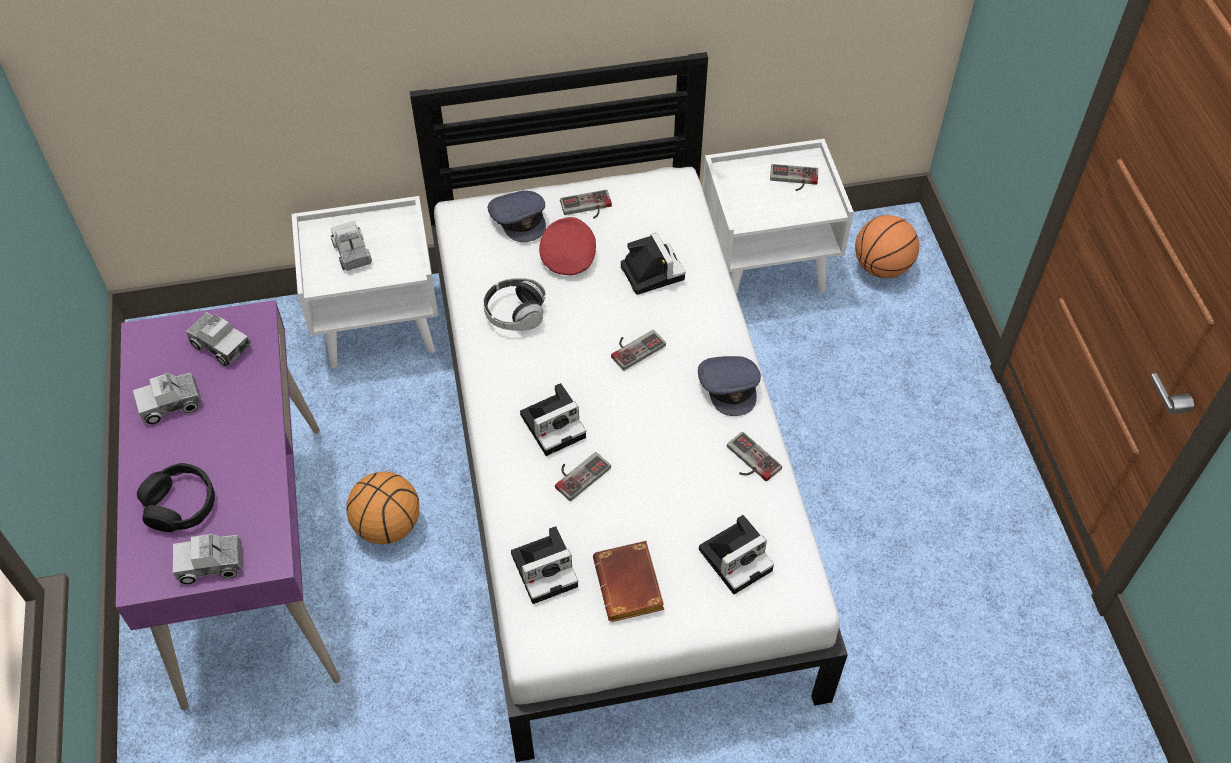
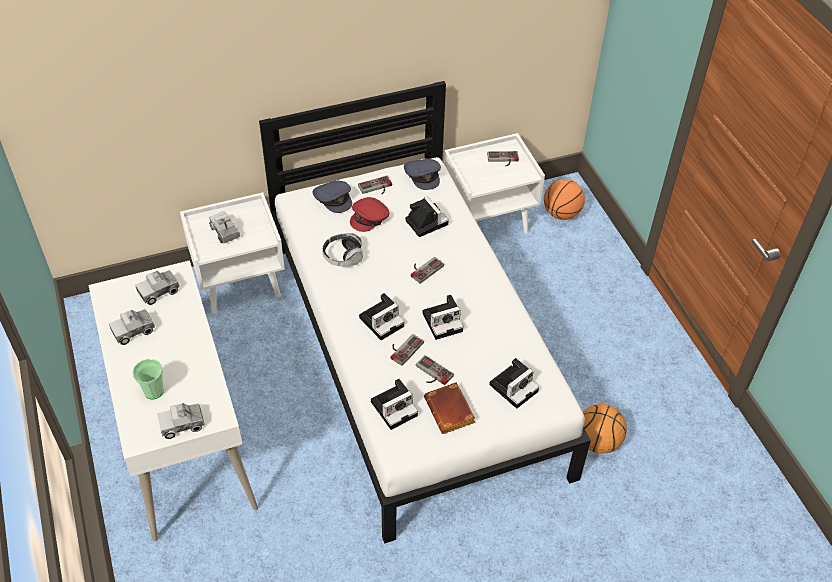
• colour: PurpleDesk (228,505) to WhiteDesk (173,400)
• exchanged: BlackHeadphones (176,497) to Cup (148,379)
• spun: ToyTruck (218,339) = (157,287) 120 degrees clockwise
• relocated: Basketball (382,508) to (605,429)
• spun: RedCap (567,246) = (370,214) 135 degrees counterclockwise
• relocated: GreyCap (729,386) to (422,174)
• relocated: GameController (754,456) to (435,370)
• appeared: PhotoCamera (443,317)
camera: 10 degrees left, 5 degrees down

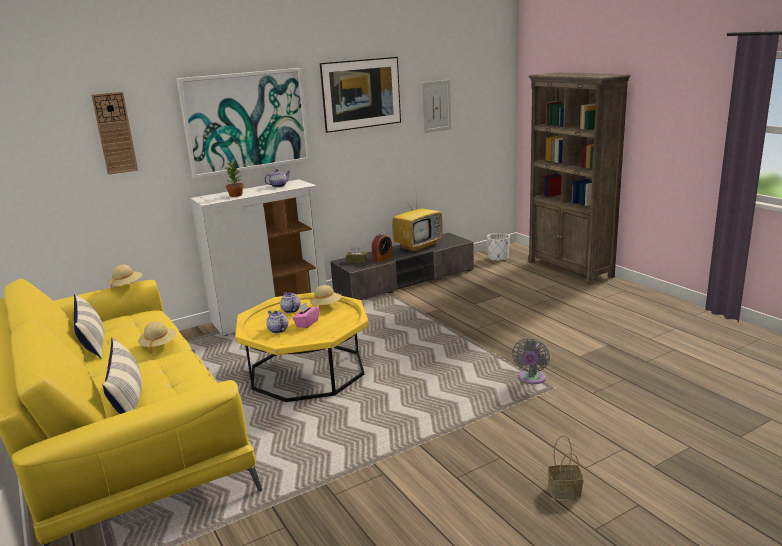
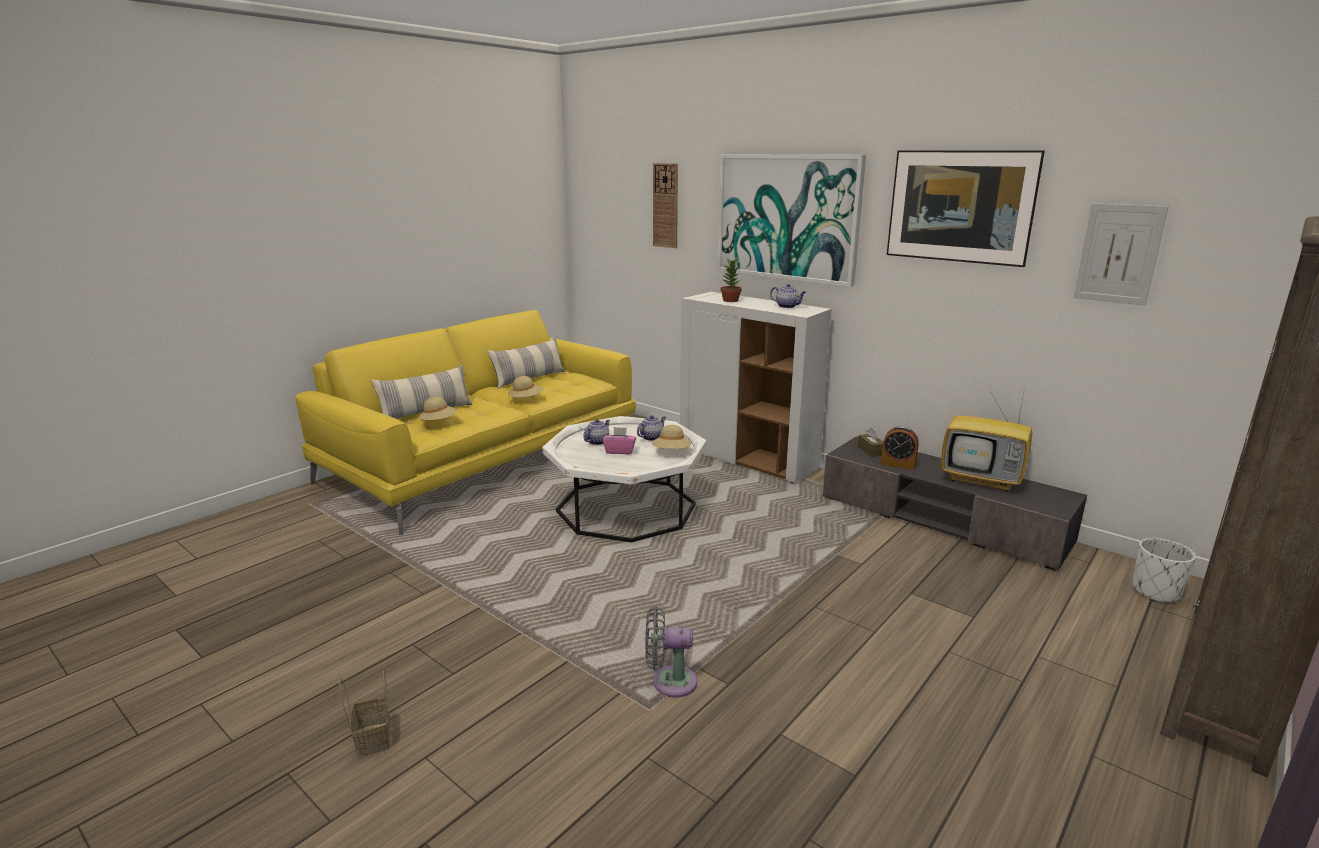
• relocated: BeigeHat (125,278) to (438,409)
• colour: YellowCoffeeTable (302,347) to WhiteCoffeeTable (624,479)
camera: 70 degrees right, 0 degrees up

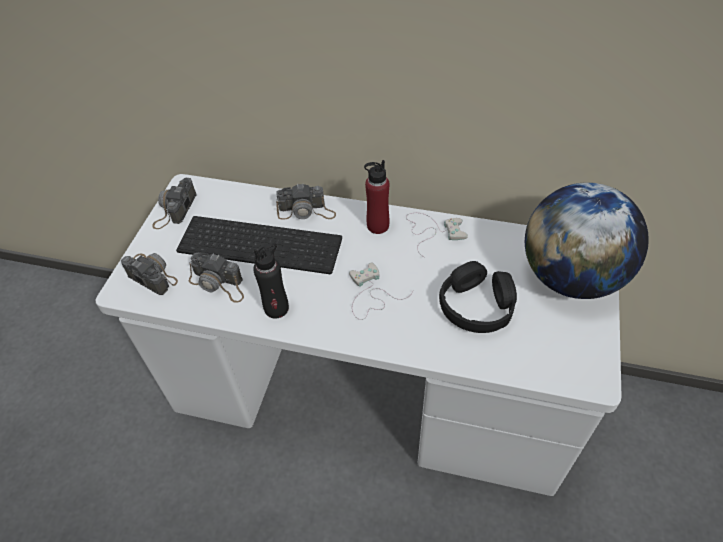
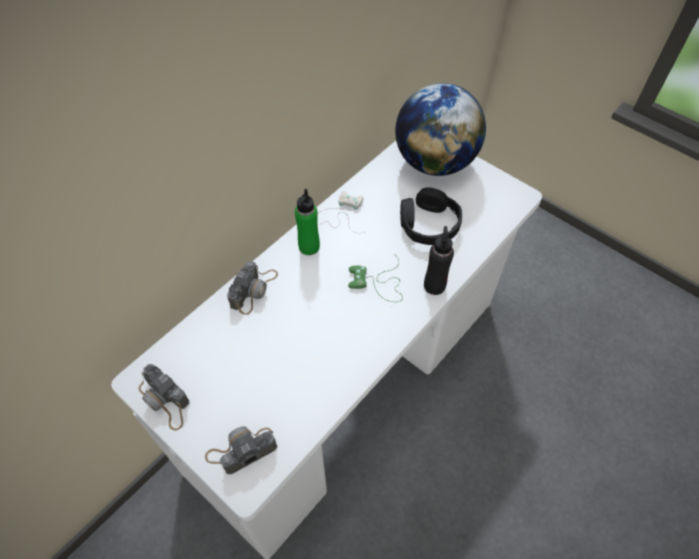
• missing: Keyboard (259,245)
• missing: PhotoCamera (216,277)
• relocated: BlackBottle (271,280) to (439,260)
• colour: WhiteGameController (381,291) to GreenGameController (375,278)
• colour: RedBottle (376,197) to GreenBottle (307,222)
camera: 65 degrees left, 5 degrees up

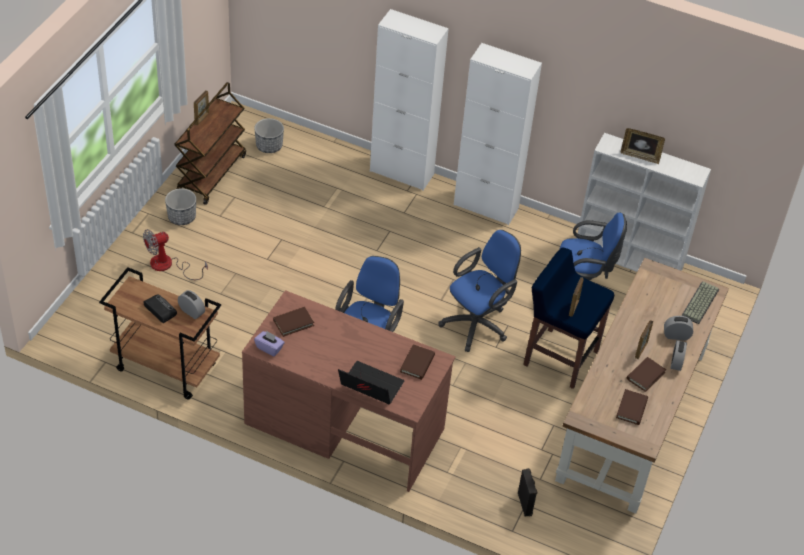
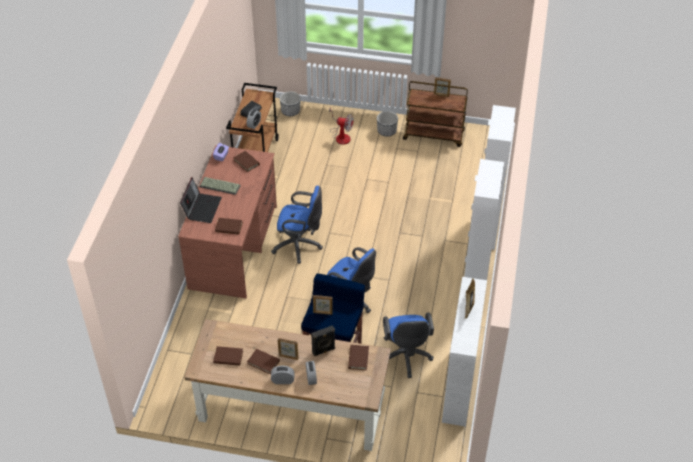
• spun: Fan (175,254) = (341,126) 150 degrees clockwise
• relocated: Planter (269,135) to (290,104)
• relocated: BlackSpeaker (527,492) to (323,340)
• relocated: Keyboard (700,302) to (220,186)
• appeared: BrownBook (358,357)
camera: 80 degrees right, 0 degrees up

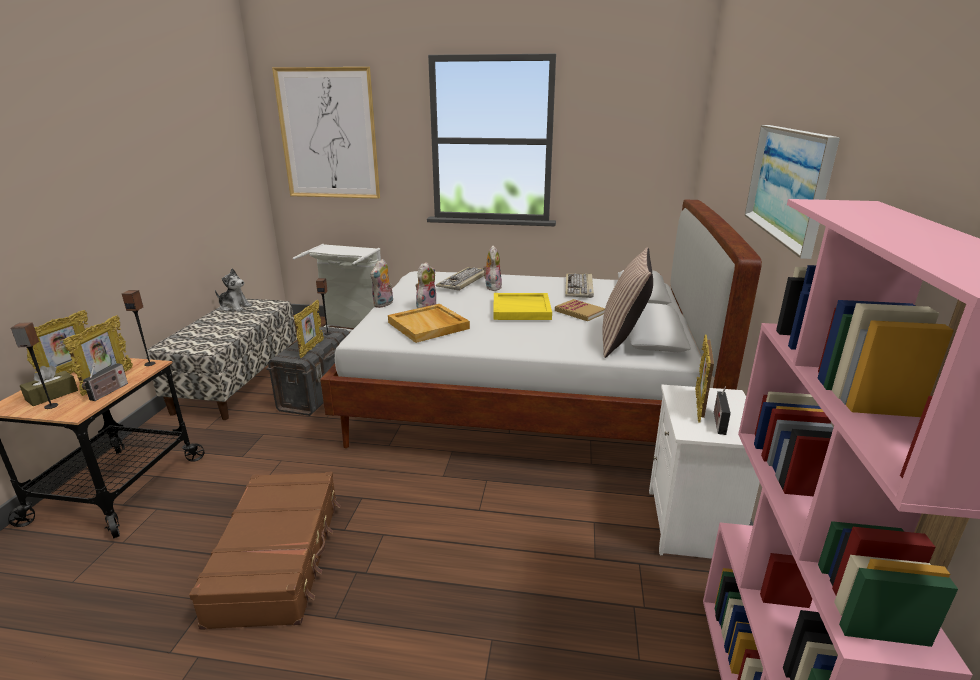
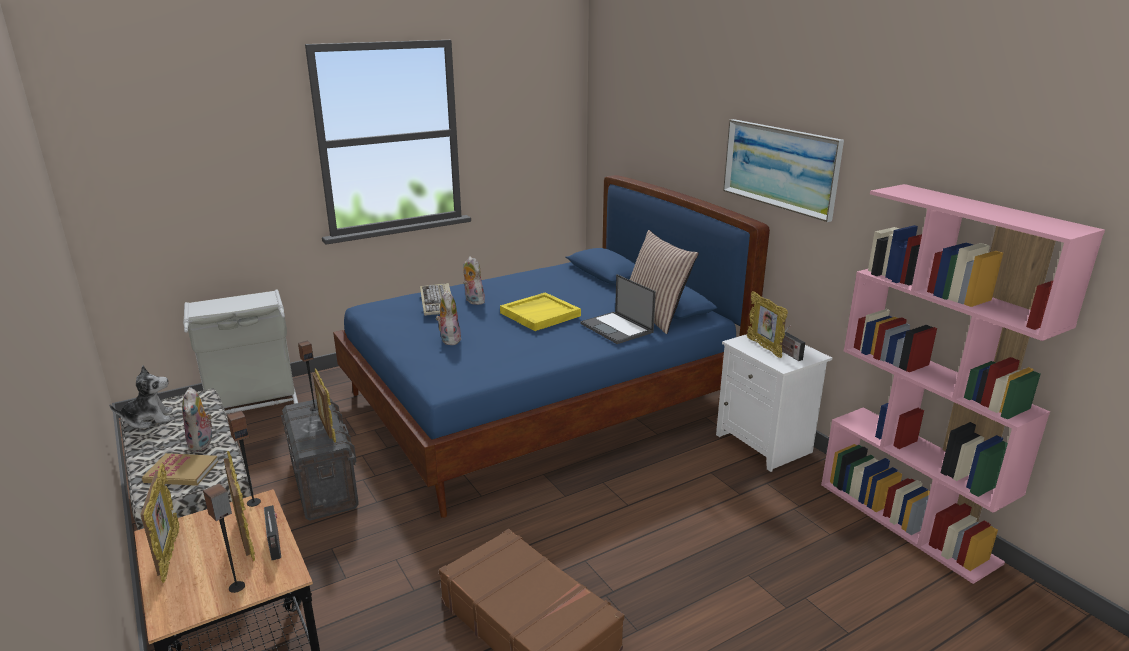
• missing: BrownTissueBox (49,386)
• missing: Picture (326,133)
• colour: WhiteBed (541,324) to BlueBed (551,346)
• relocated: PlushToy (381,283) to (197,419)
• missing: BeigeTray (429,323)
• relocated: Book (580,310) to (180,469)
• missing: Keyboard (579,285)
• appeared: Laptop (618,309)
camera: 40 degrees left, 0 degrees up

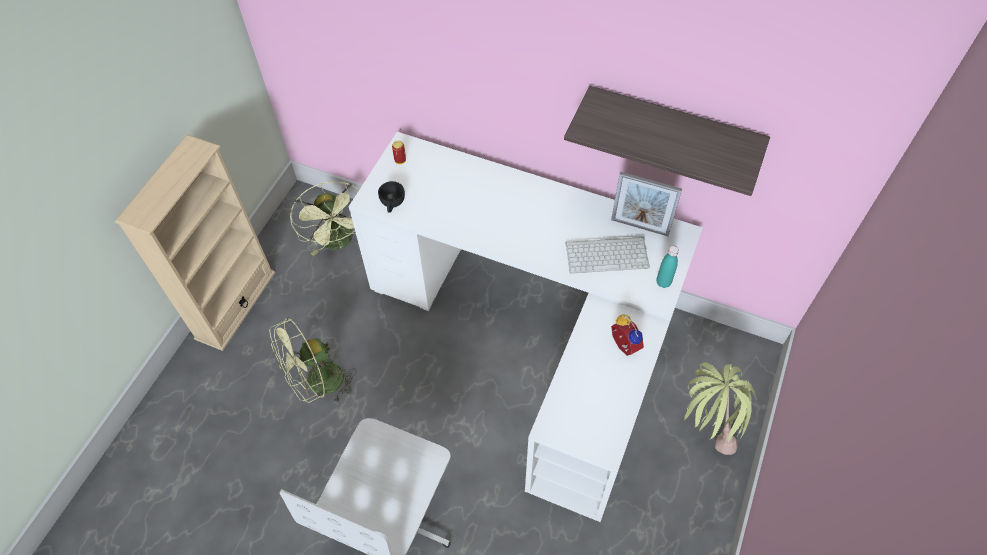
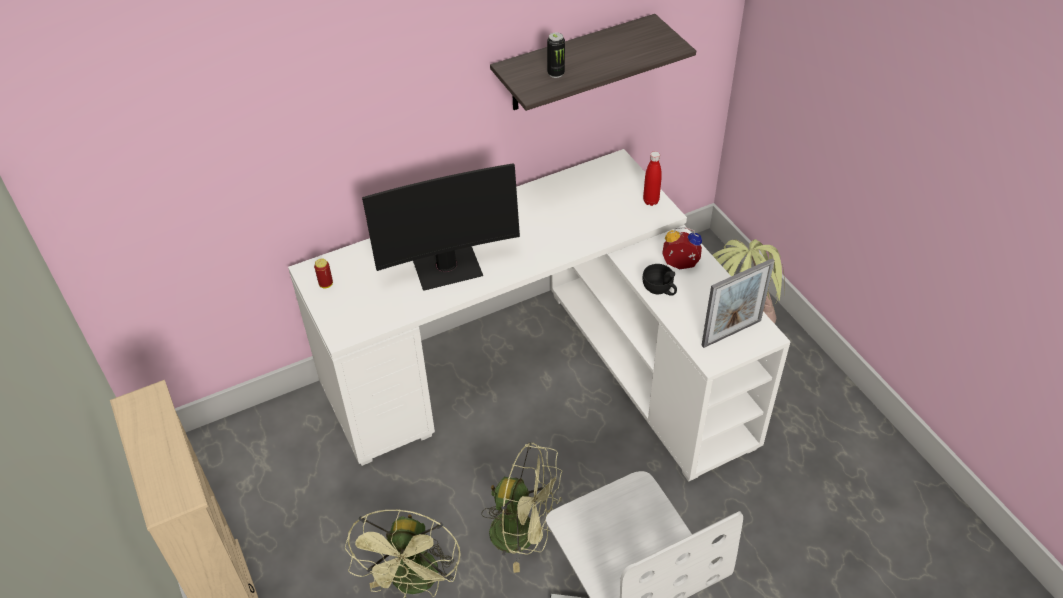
• relocated: GreenFan (324,218) to (522,507)
• relocated: BlackCup (391,197) to (659,280)
• missing: Keyboard (608,255)
• relocated: PictureFrame (646,204) to (737,303)
• colour: TurquoiseBottle (668,267) to RedBottle (652,178)
• appeared: Monitor (441,227)
• appeared: Can (556,55)
camera: 50 degrees left, 10 degrees down

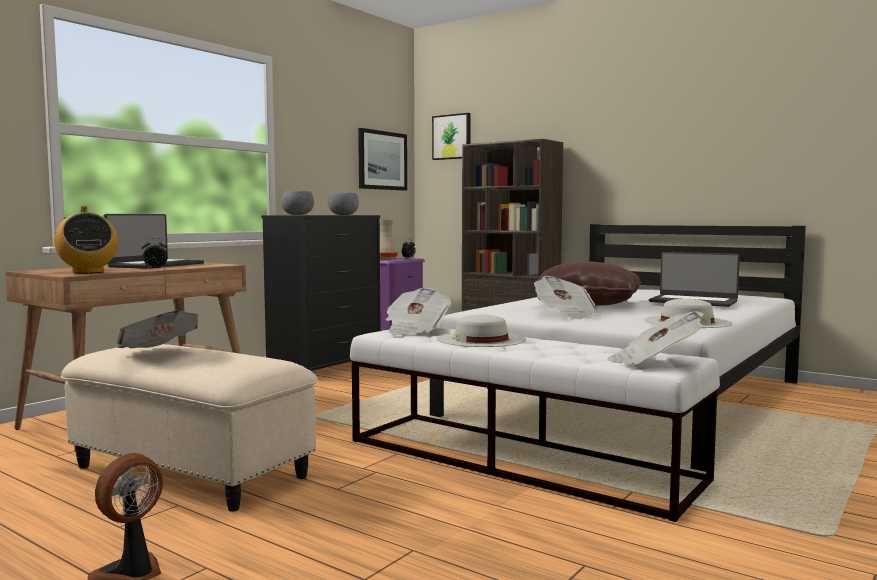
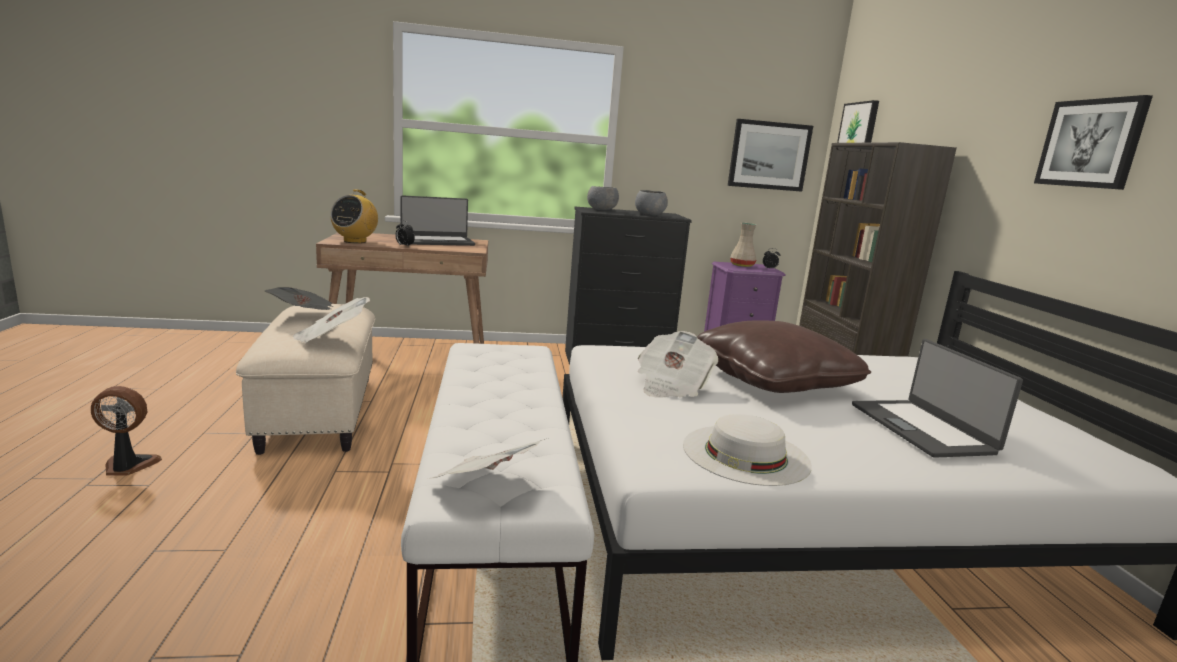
• relocated: Newspaper (418,311) to (331,320)
• missing: WhiteHat (481,330)
• appeared: Picture (1093,142)
camera: 45 degrees right, 10 degrees up

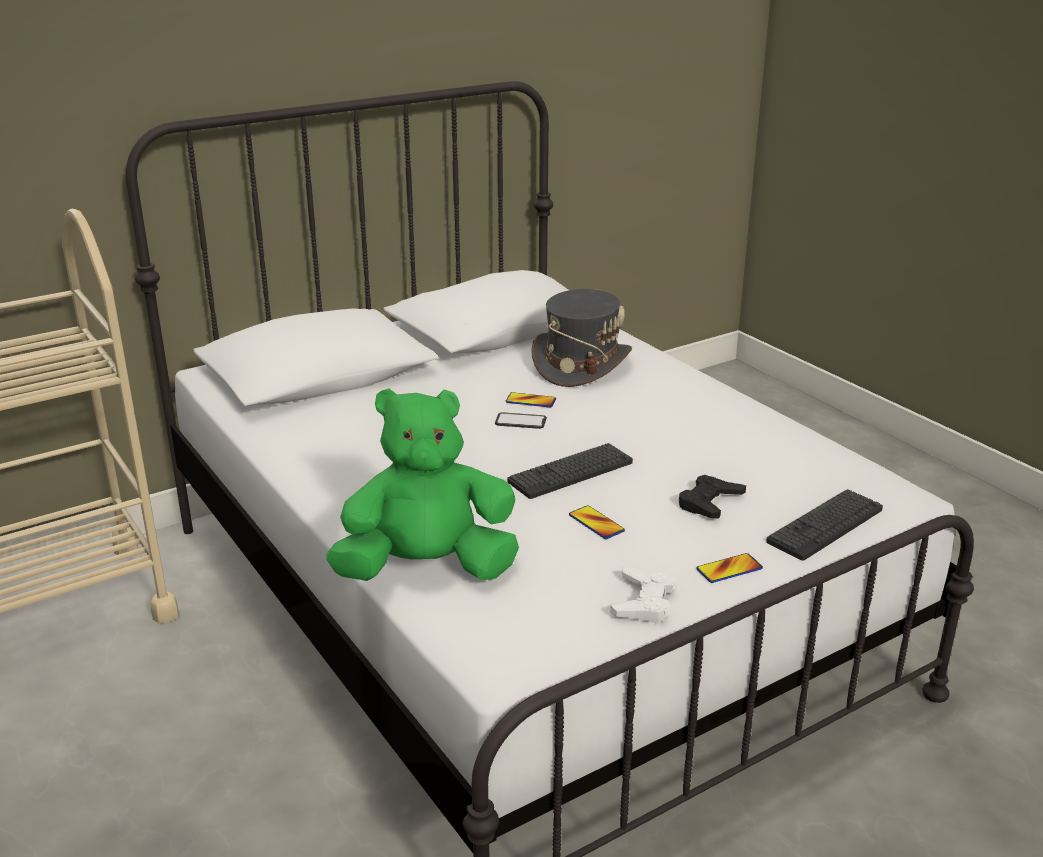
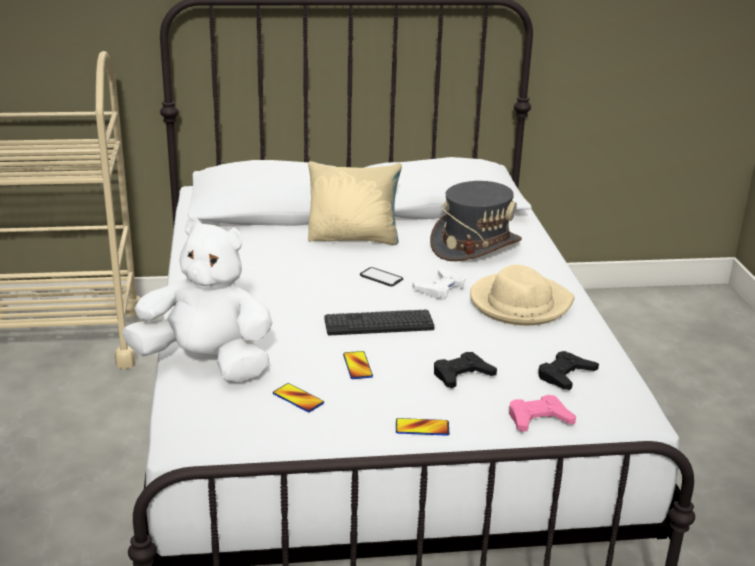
• colour: GreenPlushToy (422,484) to WhitePlushToy (197,300)
• relocated: Phone (531,400) to (298,397)
• relocated: WhiteGameController (643,594) to (439,283)
• exchanged: Keyboard (824,525) to PinkGameController (542,413)
• appeared: BeigePillow (355,203)
• appeared: BeigeHat (522,295)
• appeared: BlackGameController (568,370)
camera: 25 degrees right, 0 degrees up

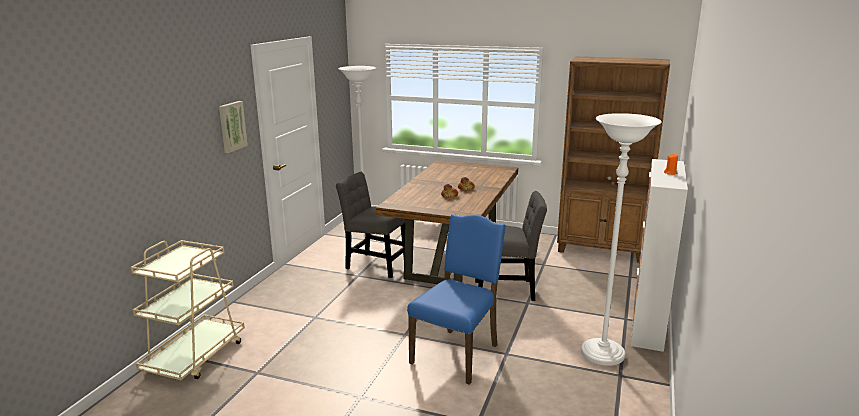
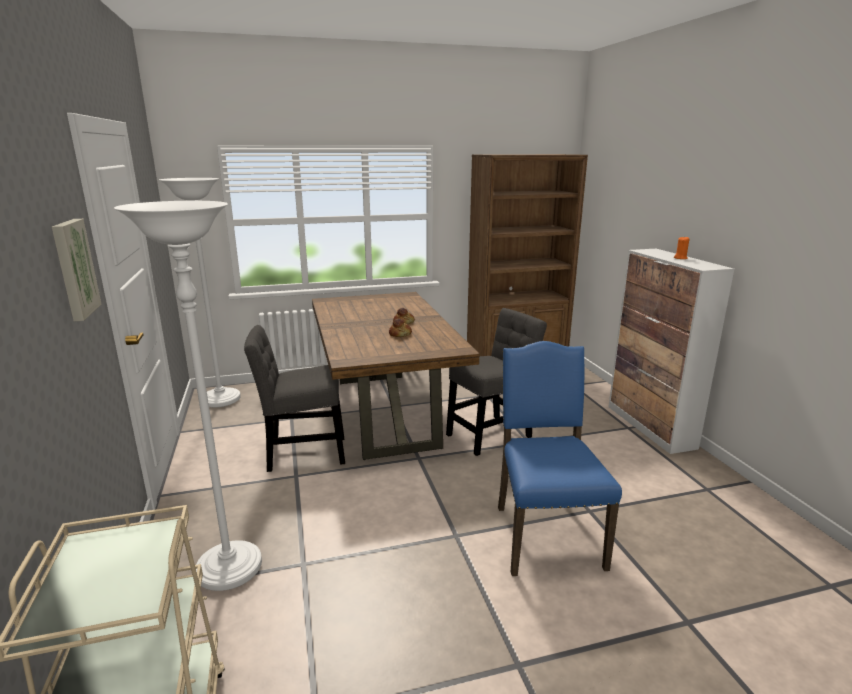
• relocated: WhiteFloorLamp (621,239) to (188,396)
camera: 35 degrees left, 0 degrees up

